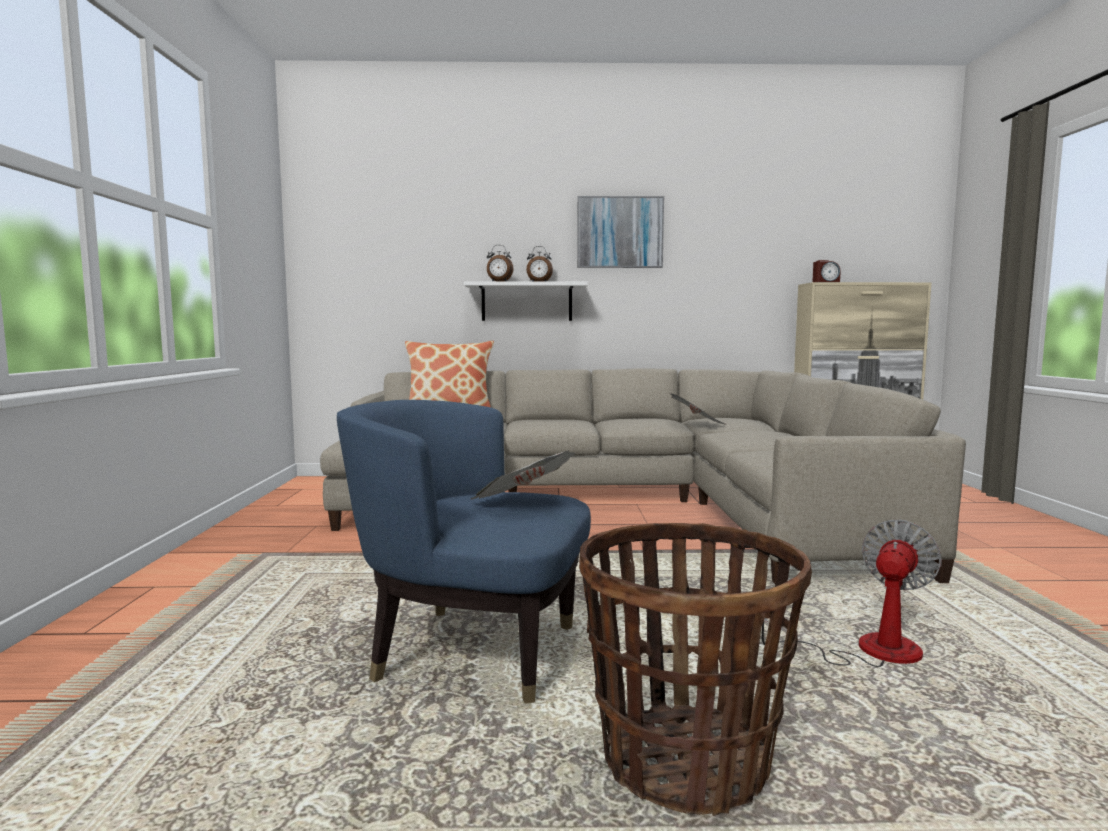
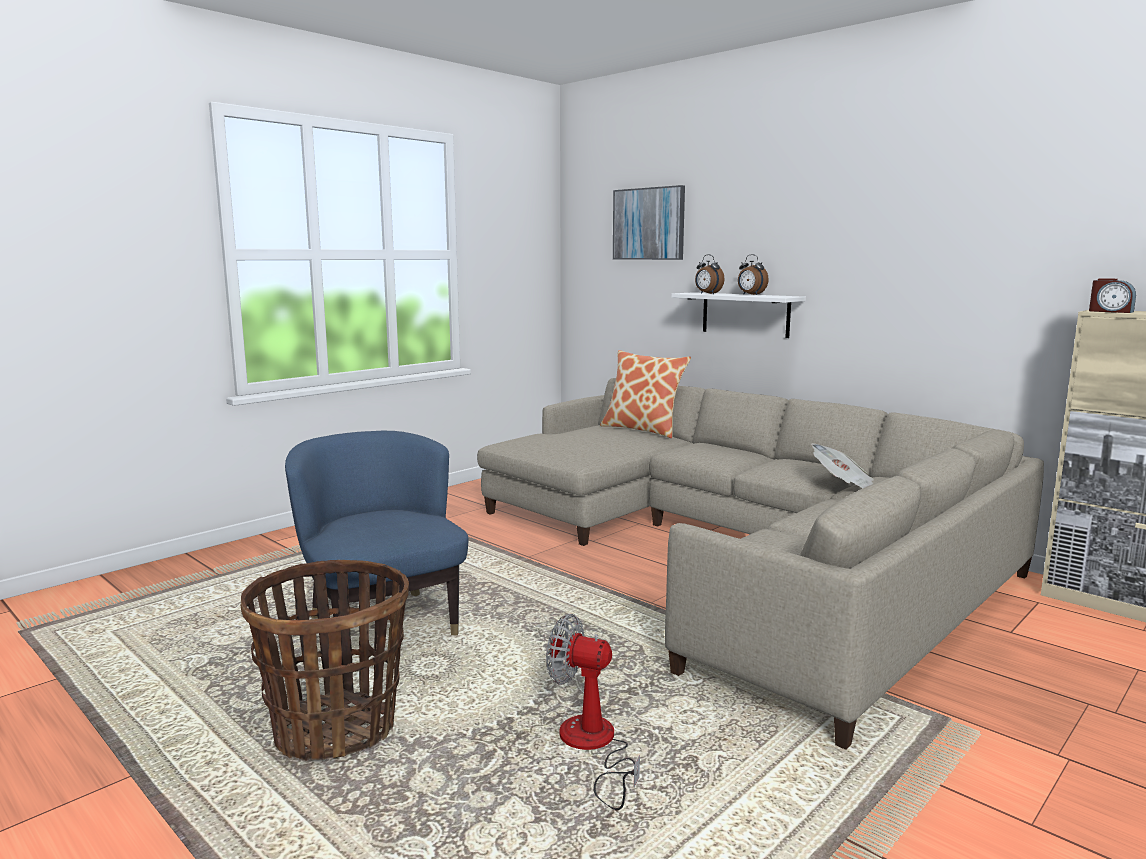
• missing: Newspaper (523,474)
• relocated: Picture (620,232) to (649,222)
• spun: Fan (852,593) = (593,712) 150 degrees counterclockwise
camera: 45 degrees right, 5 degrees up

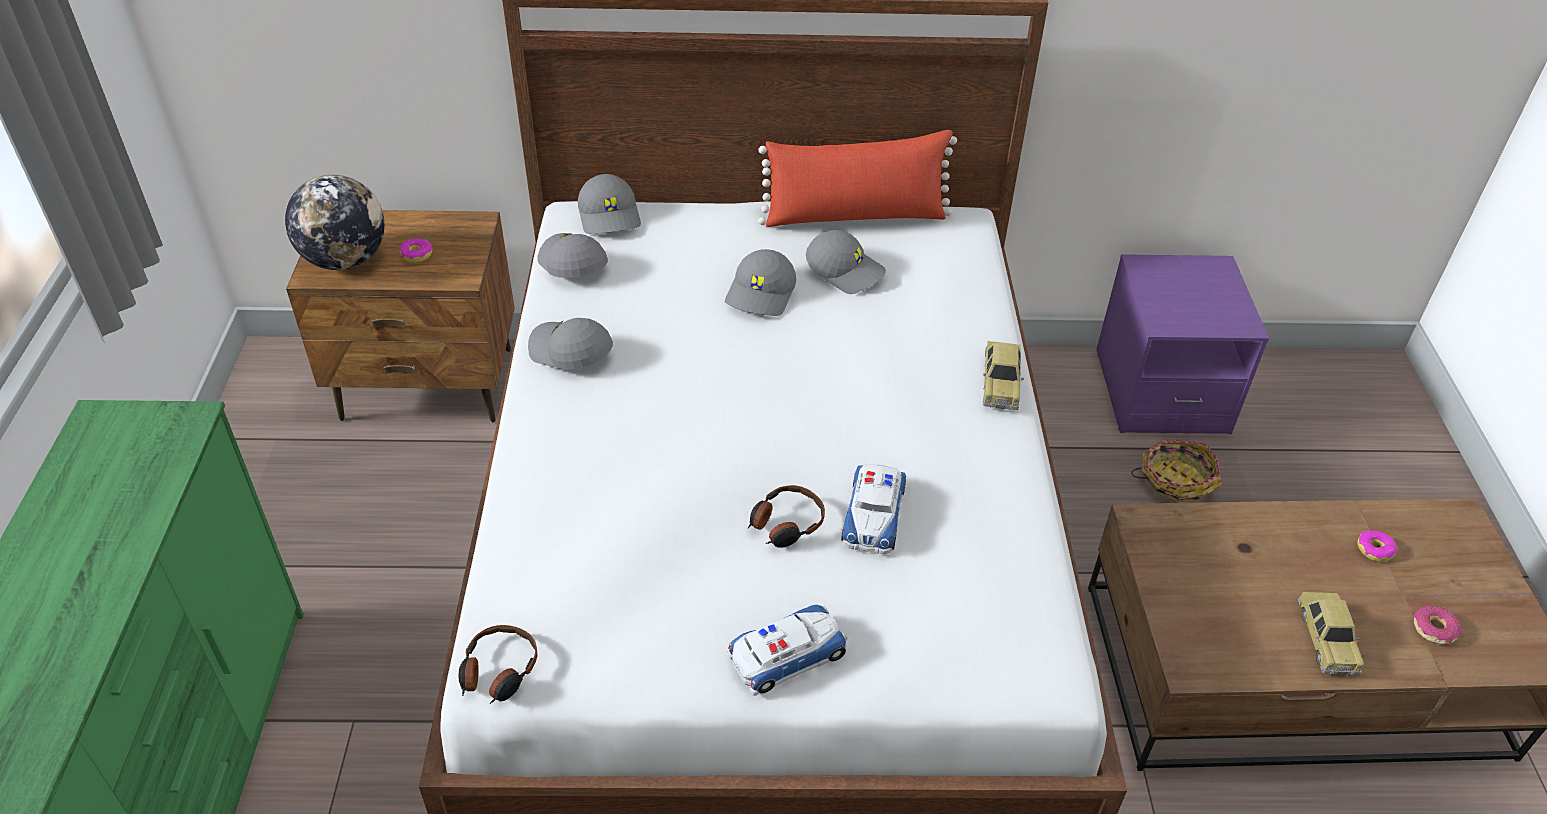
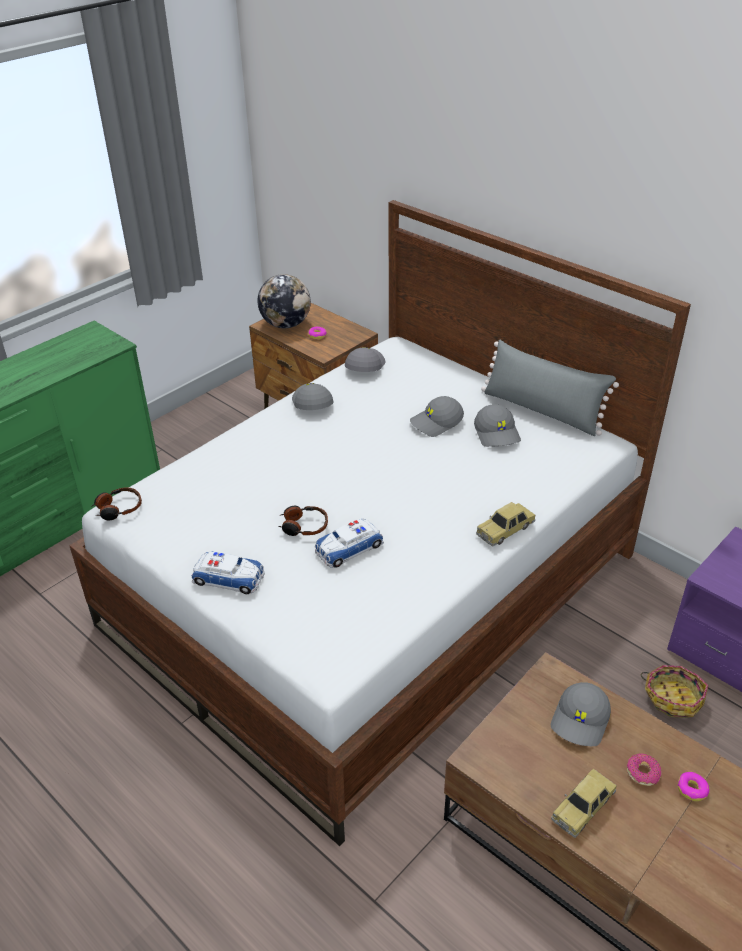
• relocated: GreyCap (609,204) to (581,714)
• colour: RedPillow (857,178) to GreyPillow (550,387)
• relocated: Donut (1438,624) to (644,769)
camera: 45 degrees right, 5 degrees down

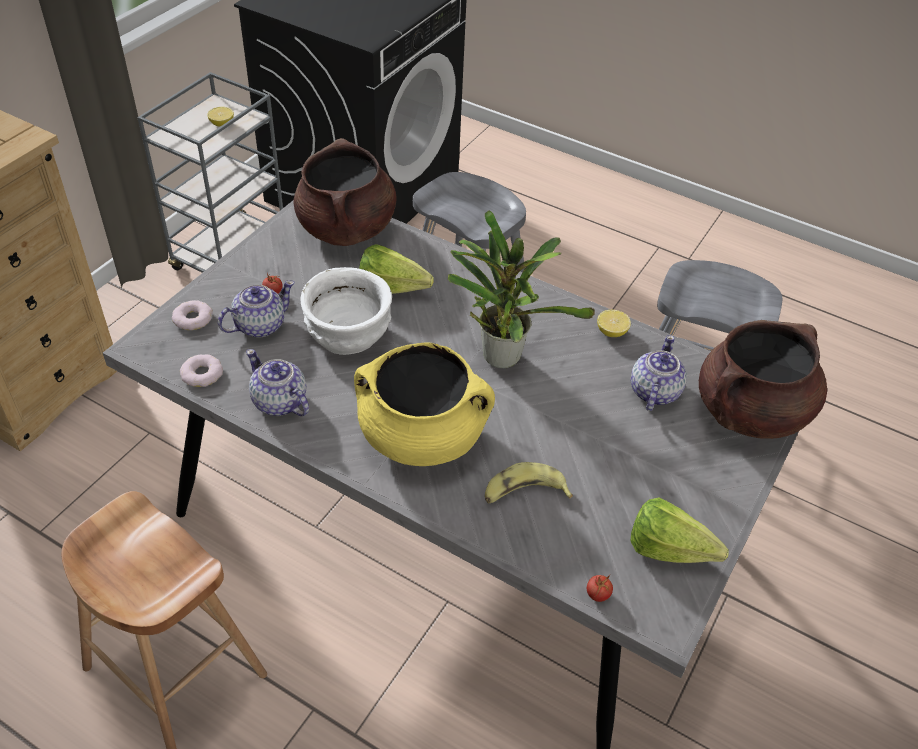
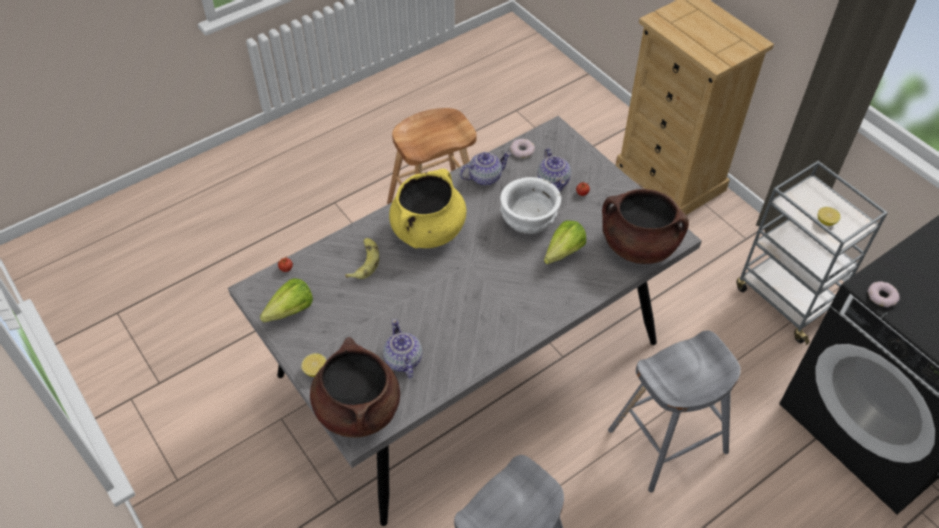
• relocated: Donut (192,315) to (884,294)
• missing: PottedPlant (521,289)
• relocated: Lemon (614,323) to (314,365)
• spun: Teapot (659,373) = (402,349) 150 degrees counterclockwise
camera: 115 degrees right, 5 degrees up

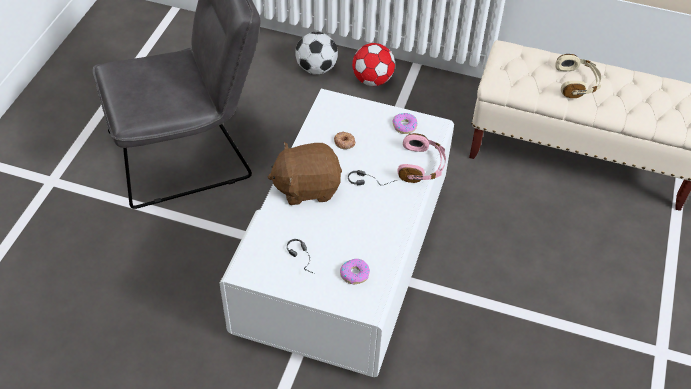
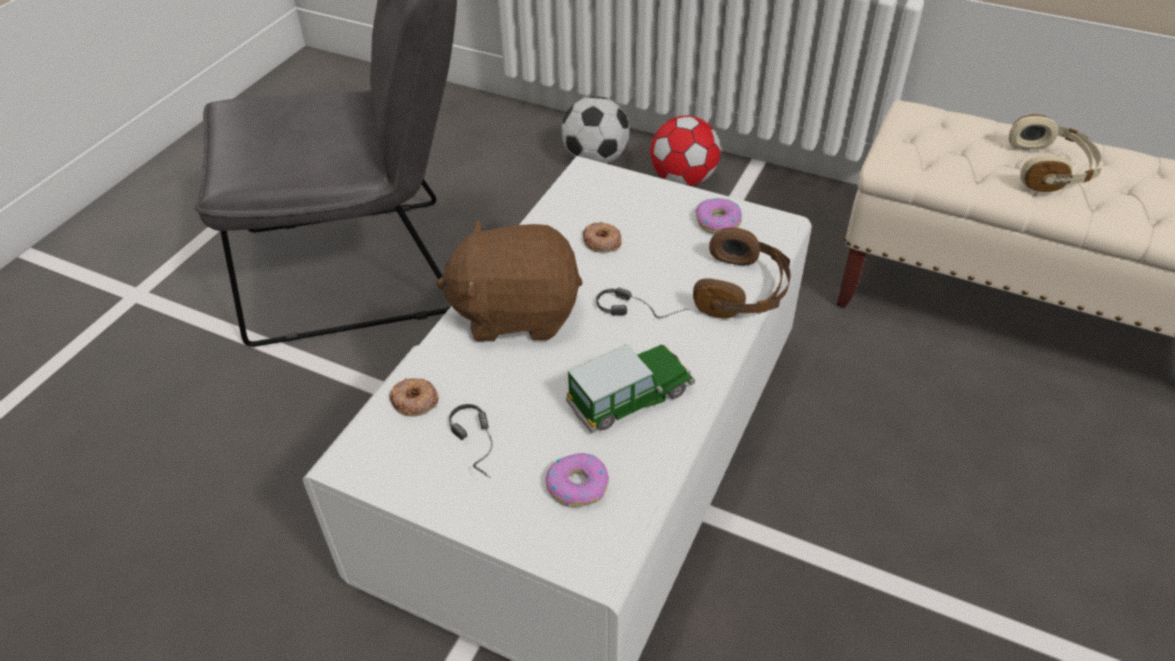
• colour: PinkHeadphones (422,158) to BrownHeadphones (742,272)
• appeared: Donut (413,397)
• appeared: ToyCar (630,388)
camera: 10 degrees right, 5 degrees down

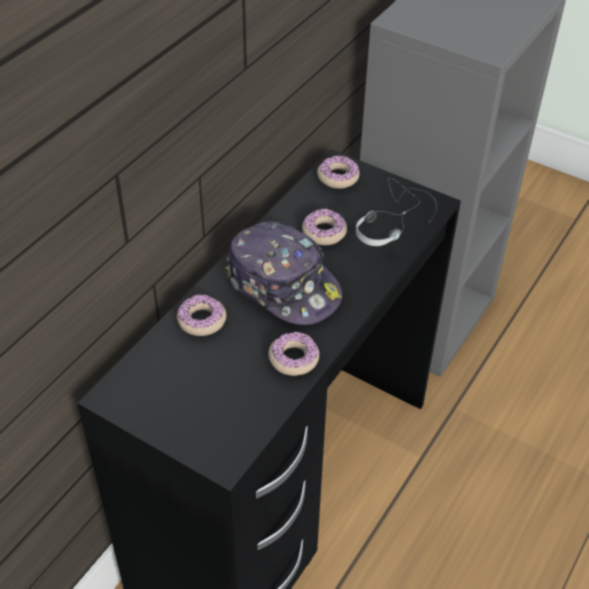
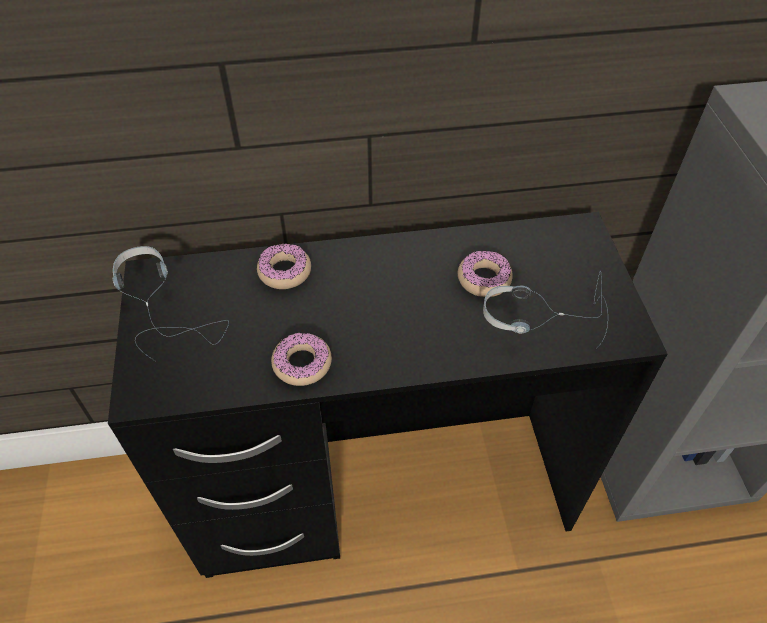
• missing: Cap (283,273)
• missing: Donut (338,172)
• appeared: Headphones (171,303)
camera: 50 degrees right, 5 degrees up

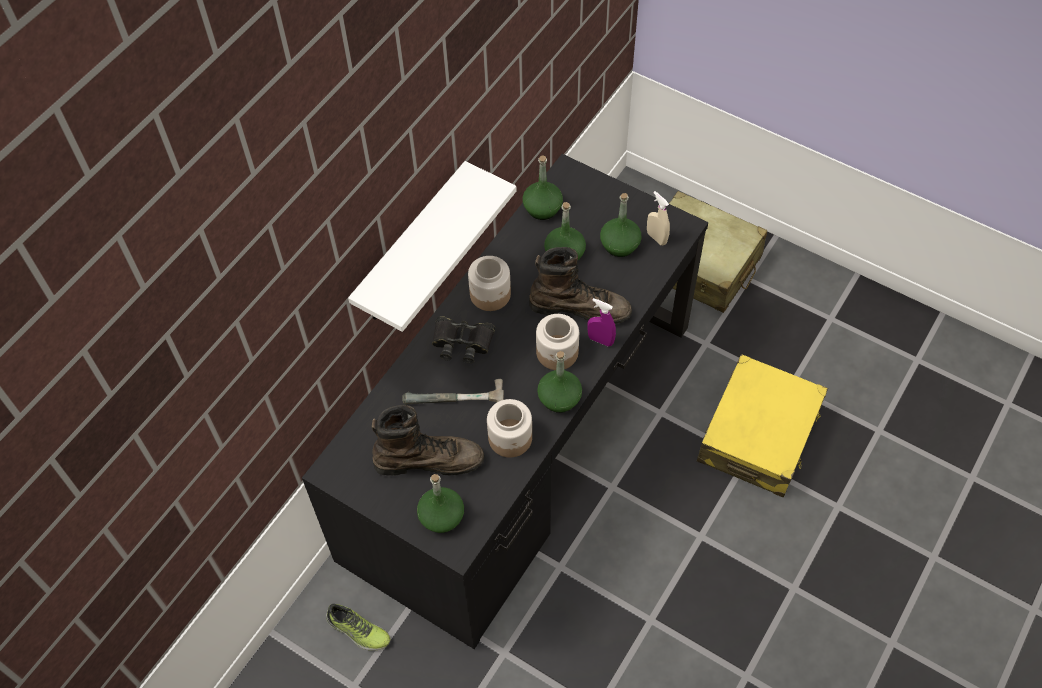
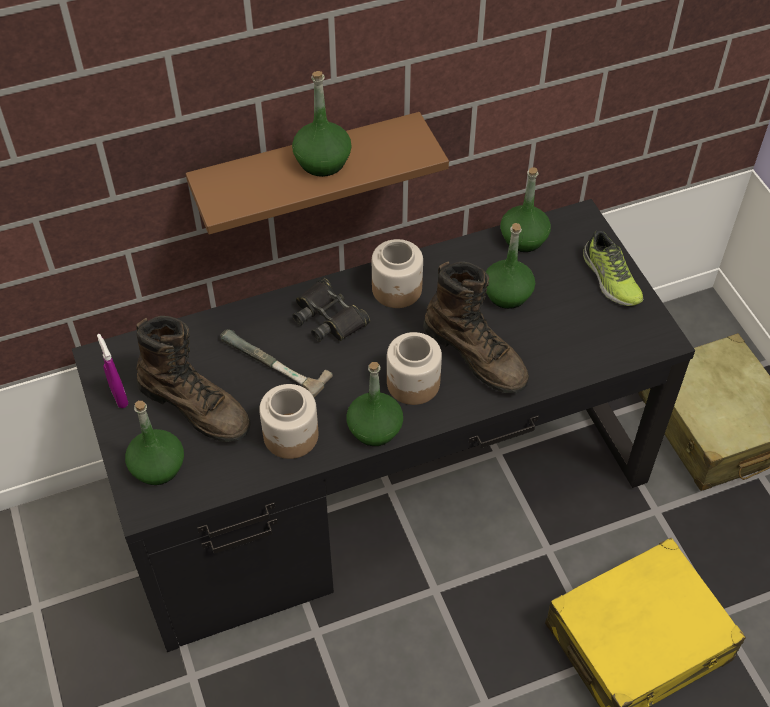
• relocated: Shoe (358,627) to (613,268)
• colour: WhiteShelf (432,246) to BrownShelf (317,173)
• relocated: PurpleSprayBottle (601,322) to (113,371)
• relocated: GreenBottle (620,225) to (322,124)
• missing: BeigeSprayBottle (658,218)
camera: 35 degrees right, 5 degrees down

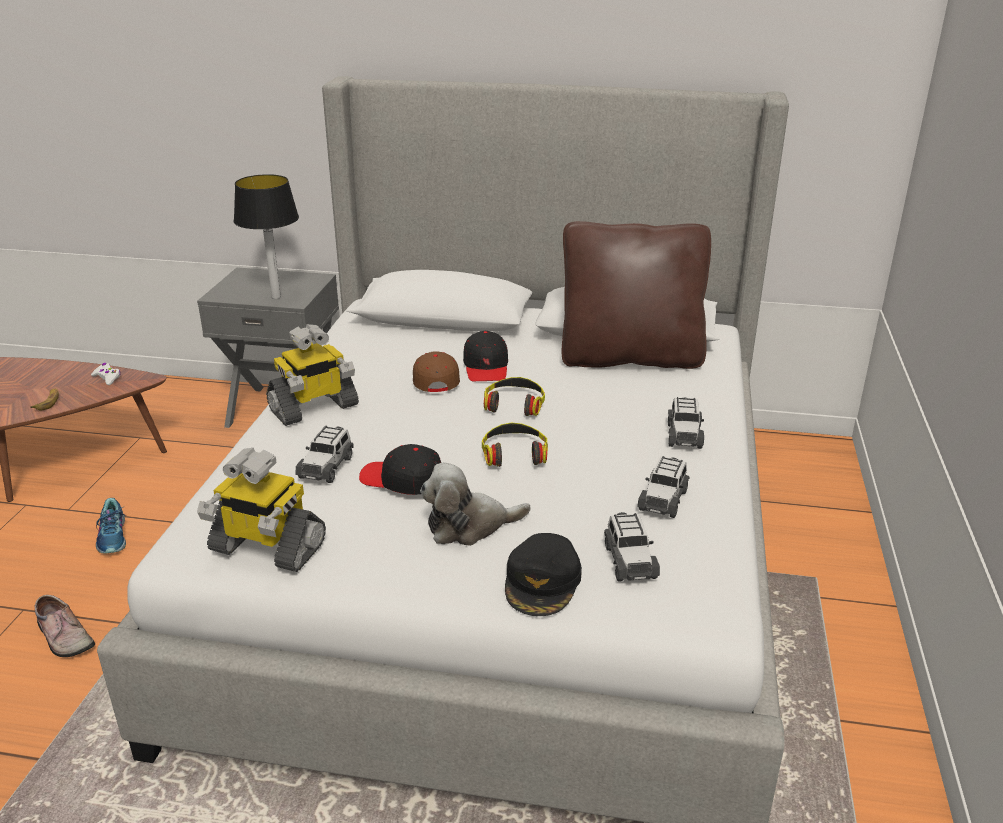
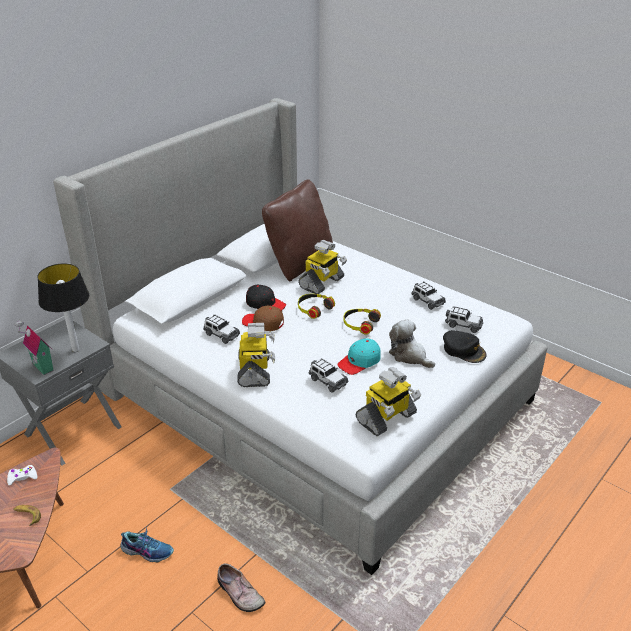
• spun: Shoe (65,626) = (241,588) 60 degrees clockwise
• colour: BlackCap (400,469) to TurquoiseCap (358,356)
• spun: PlushToy (475,504) = (412,344) 120 degrees clockwise
• relocated: ToyCar (686,423) to (221,329)
• appeared: ToyHouse (34,347)
• appeared: ToyRobot (322,267)
camera: 60 degrees left, 5 degrees up

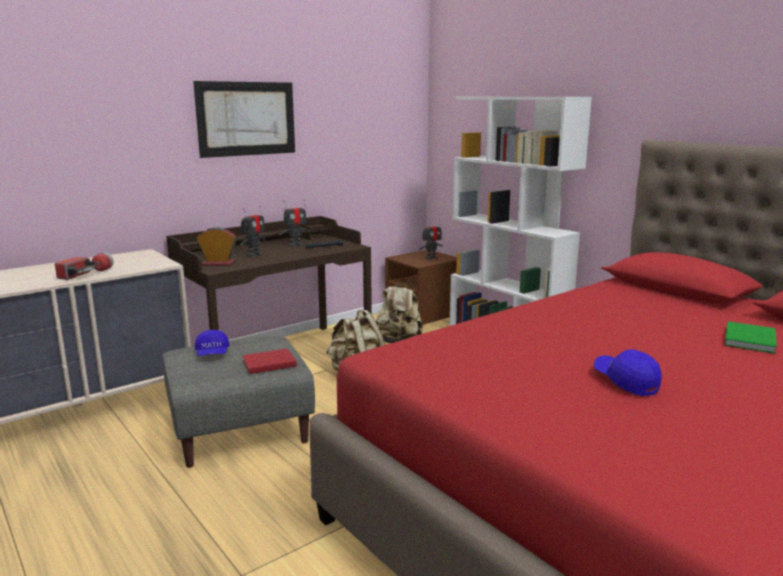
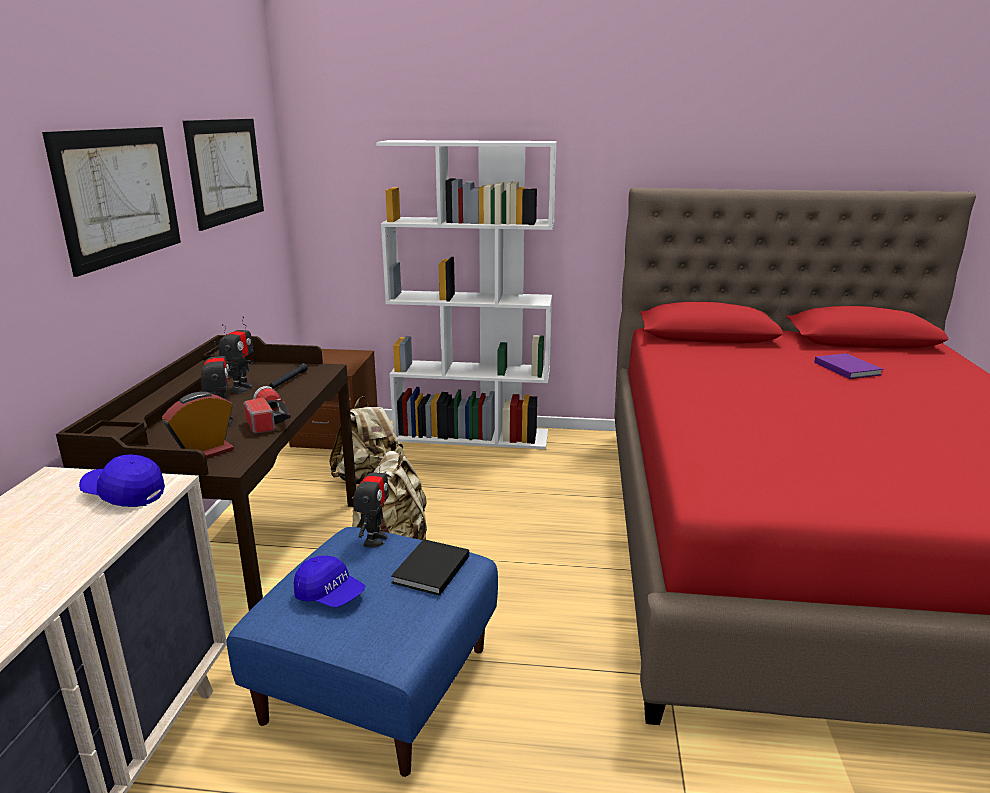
• relocated: Flashlight (84,266) to (267,410)
• colour: GreyOttoman (238,401) to BlueOttoman (362,652)
• colour: RedBook (269,361) to BlackBook (430,567)
• relocated: ToyRobot (431,243) to (371,502)
• relocated: BlueCap (628,373) to (122,480)
• colour: GreenBook (751,337) to PurpleBook (848,366)
• appeared: Picture (223,175)
camera: 45 degrees left, 5 degrees up

